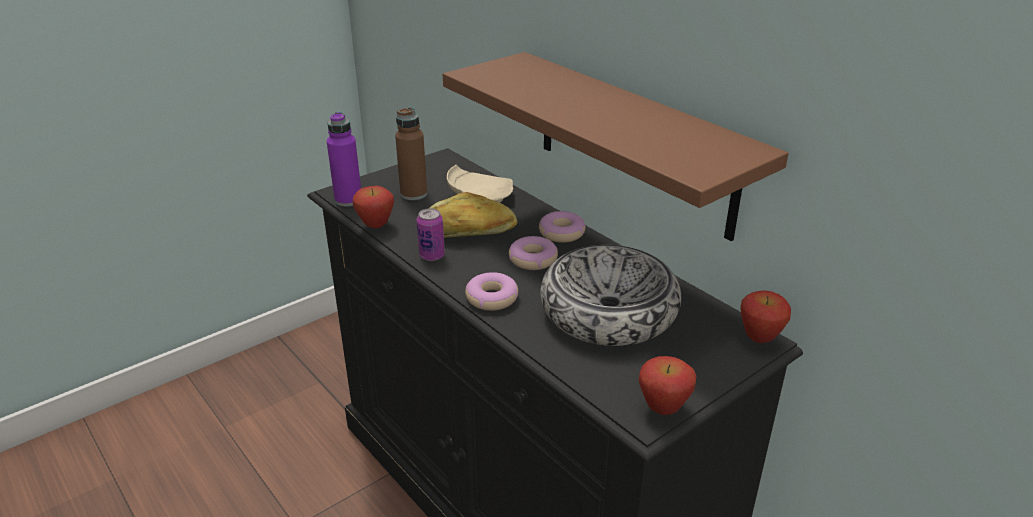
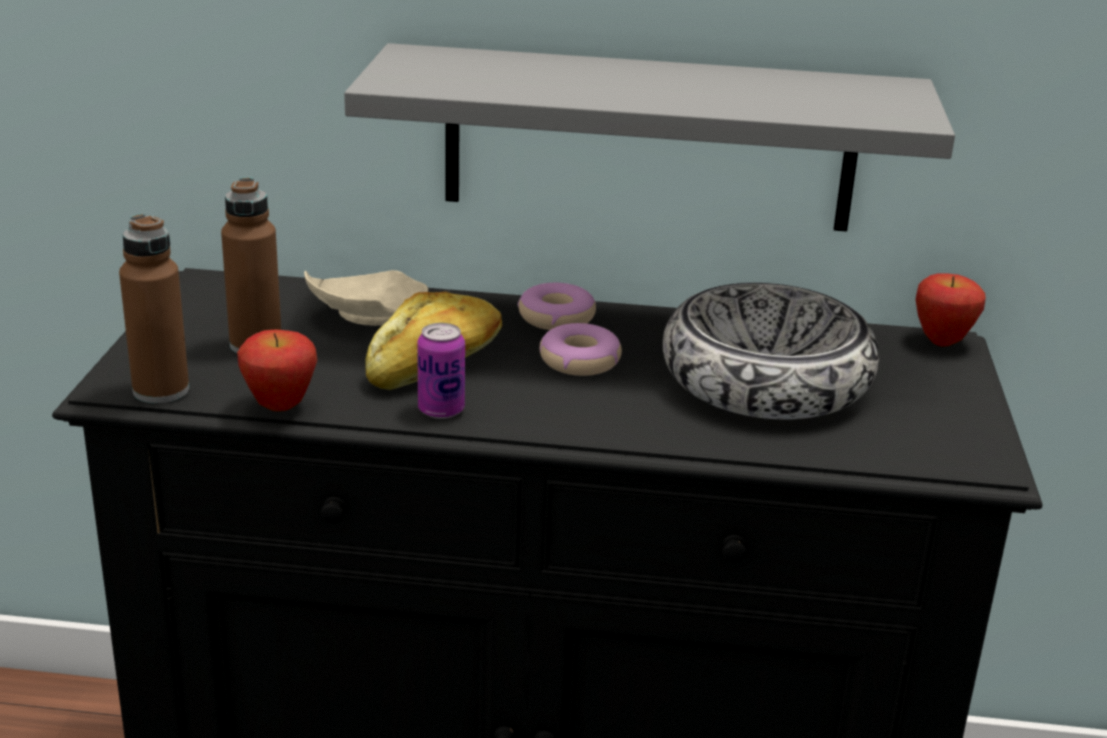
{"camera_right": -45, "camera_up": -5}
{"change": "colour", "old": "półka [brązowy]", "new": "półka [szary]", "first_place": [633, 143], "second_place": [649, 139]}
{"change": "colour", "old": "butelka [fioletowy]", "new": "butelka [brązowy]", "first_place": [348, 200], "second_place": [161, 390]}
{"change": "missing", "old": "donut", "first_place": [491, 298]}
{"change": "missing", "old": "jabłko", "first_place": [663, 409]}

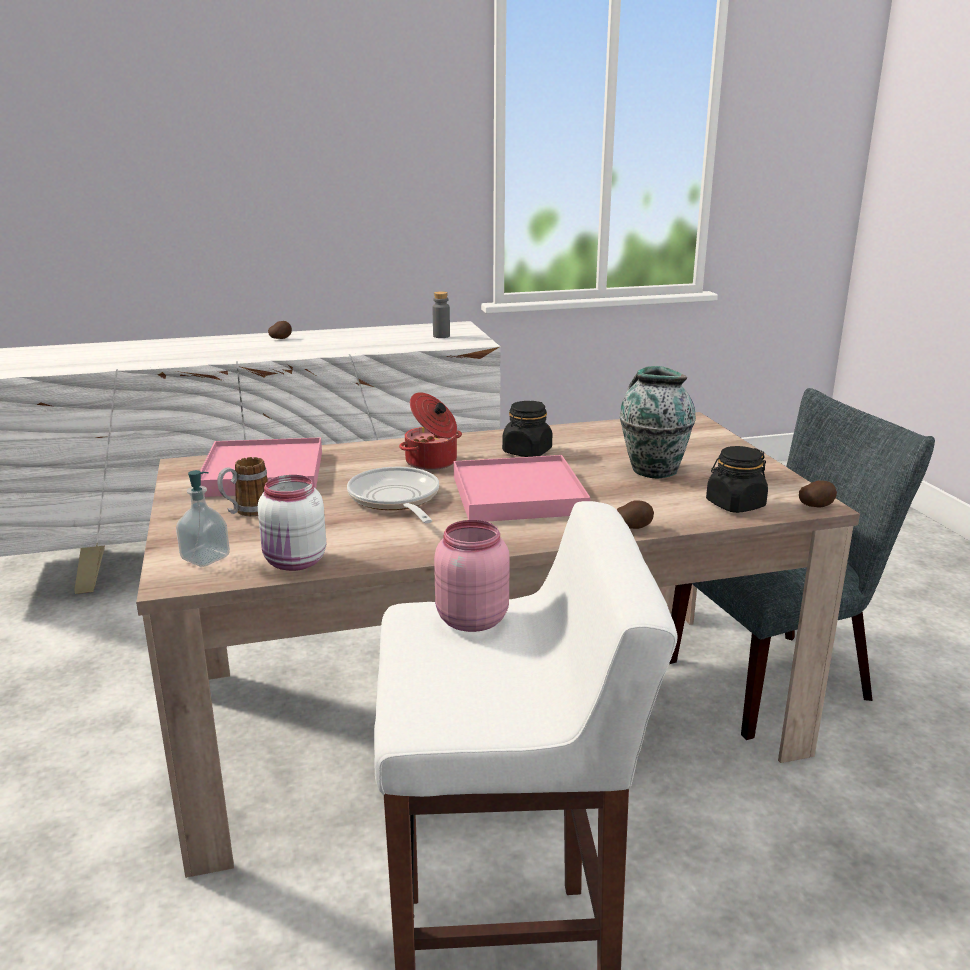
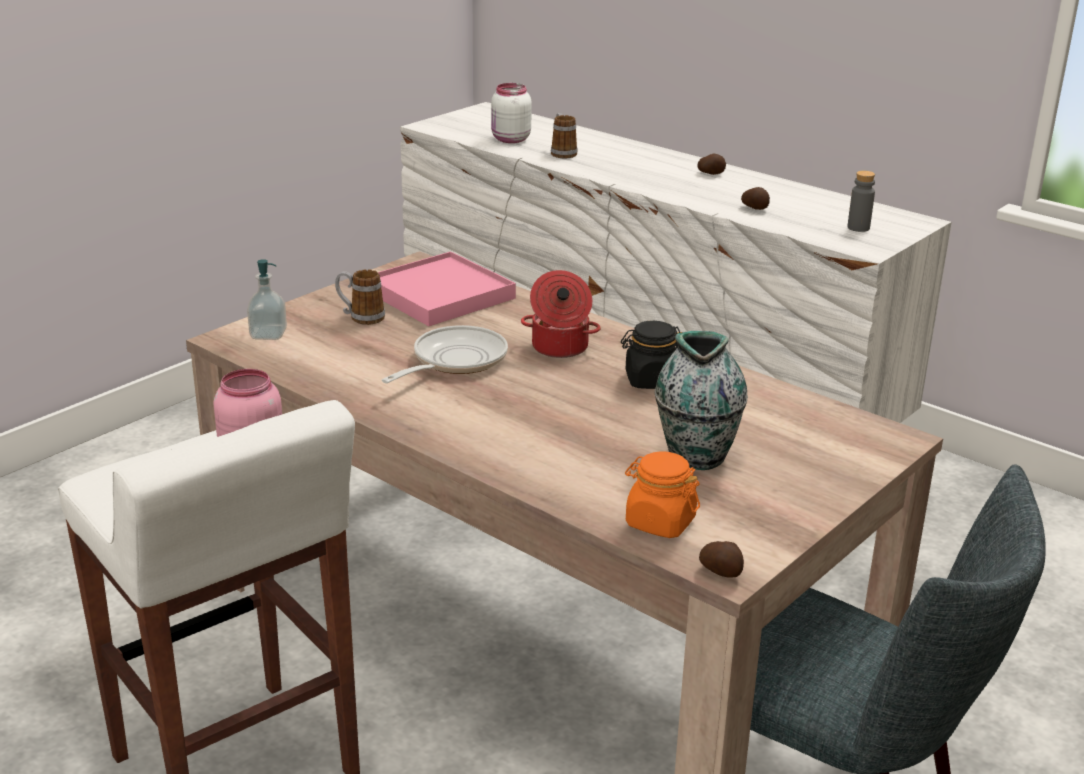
{"camera_right": 55, "camera_up": 5}
{"change": "colour", "old": "słoik [czarny]", "new": "słoik [pomarańczowy]", "first_place": [735, 505], "second_place": [659, 522]}
{"change": "missing", "old": "taca [różowy]", "first_place": [518, 495]}
{"change": "relocated", "old": "słoik [biały]", "first_place": [295, 562], "second_place": [510, 139]}
{"change": "relocated", "old": "ziemniak", "first_place": [633, 527], "second_place": [755, 208]}
{"change": "appeared", "new": "kubek", "second_place": [562, 153]}

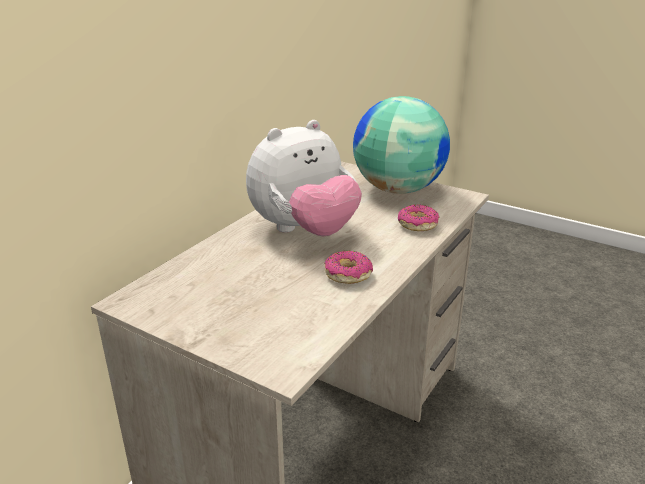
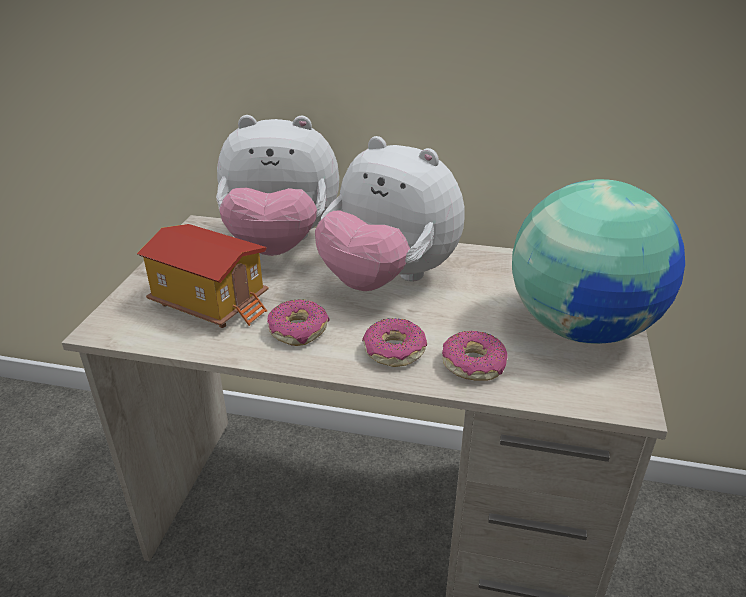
{"camera_right": 70, "camera_up": 5}
{"change": "appeared", "new": "pluszak", "second_place": [280, 244]}
{"change": "appeared", "new": "domek", "second_place": [212, 302]}
{"change": "appeared", "new": "donut", "second_place": [394, 351]}

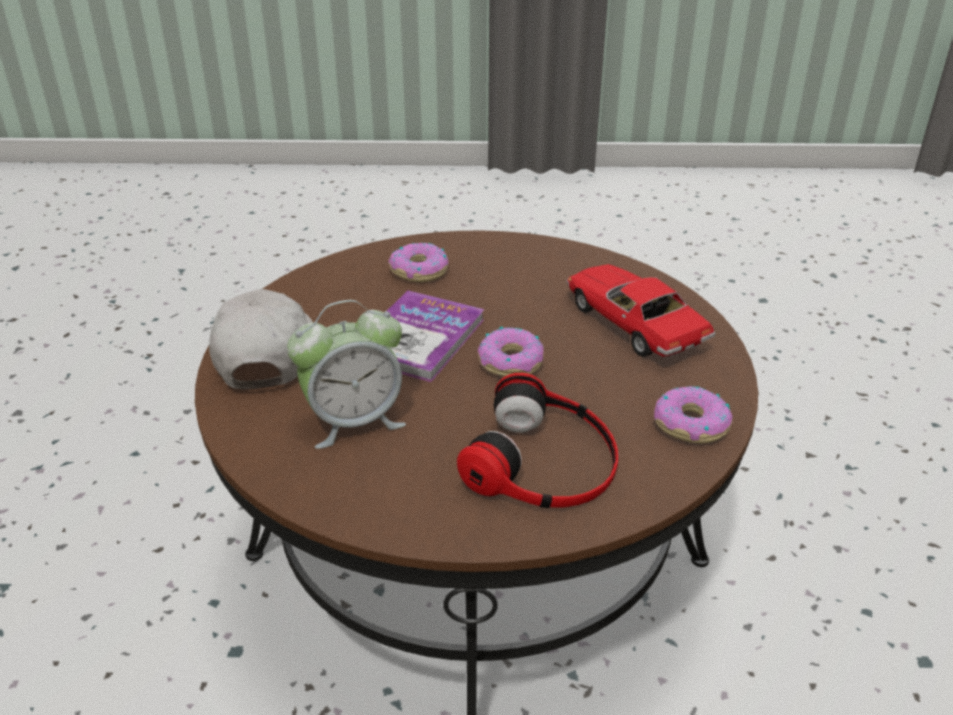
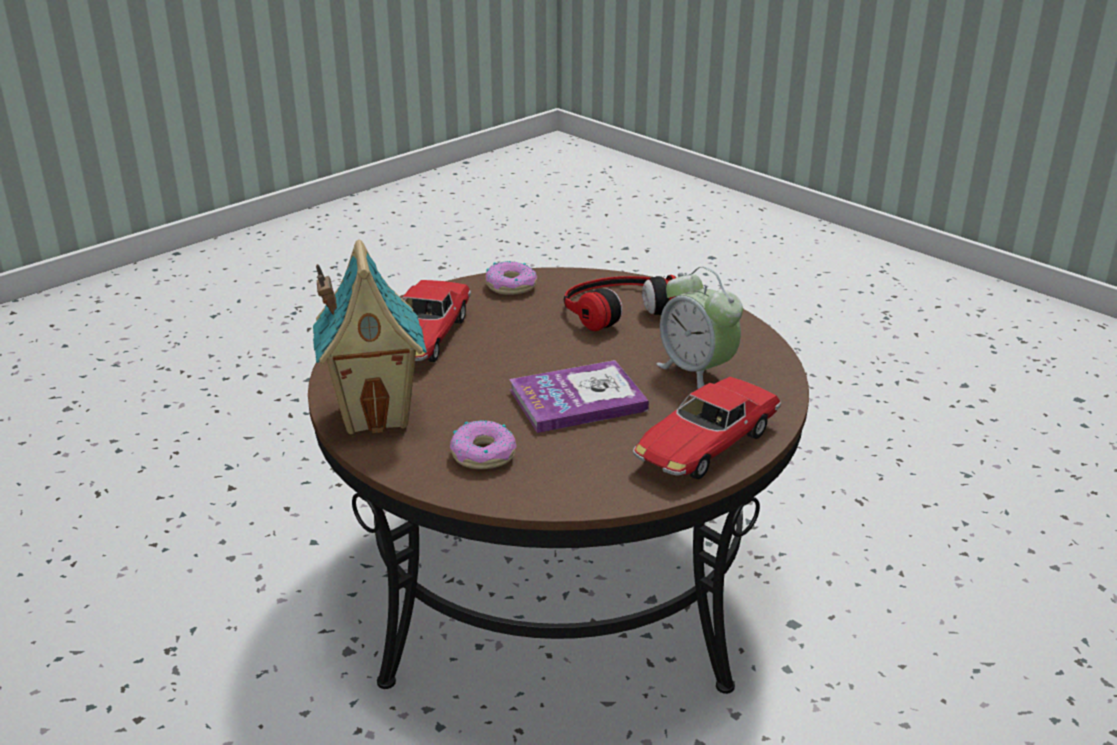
{"camera_right": -135, "camera_up": -5}
{"change": "exchanged", "old": "czapka z daszkiem [biały]", "new": "samochodzik", "first_place": [266, 353], "second_place": [705, 445]}
{"change": "spun", "old": "budzik", "first_place": [354, 421], "second_place": [696, 372], "degrees": -150}
{"change": "missing", "old": "donut", "first_place": [511, 361]}
{"change": "appeared", "new": "domek", "second_place": [376, 414]}

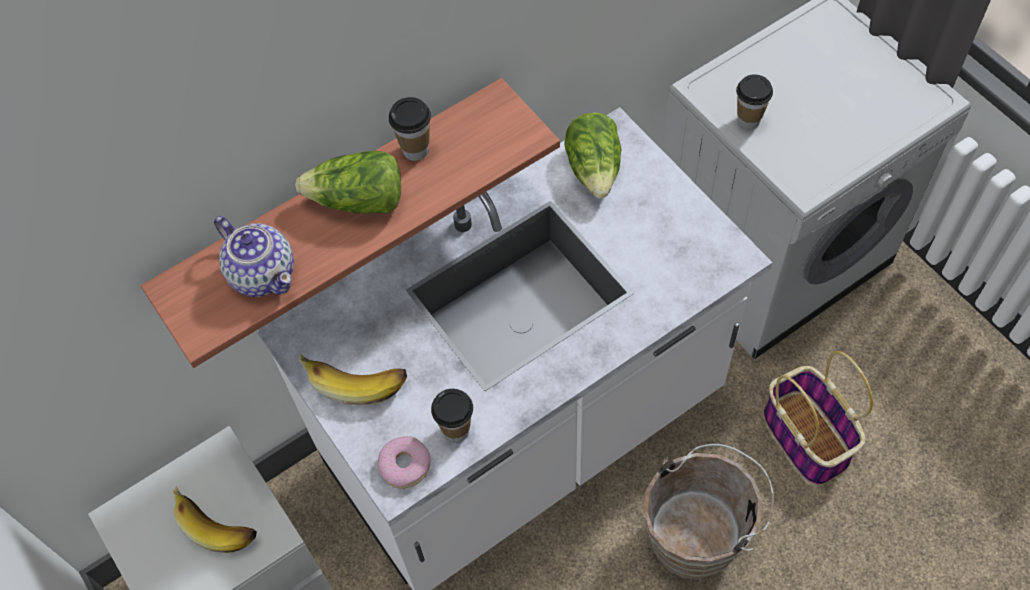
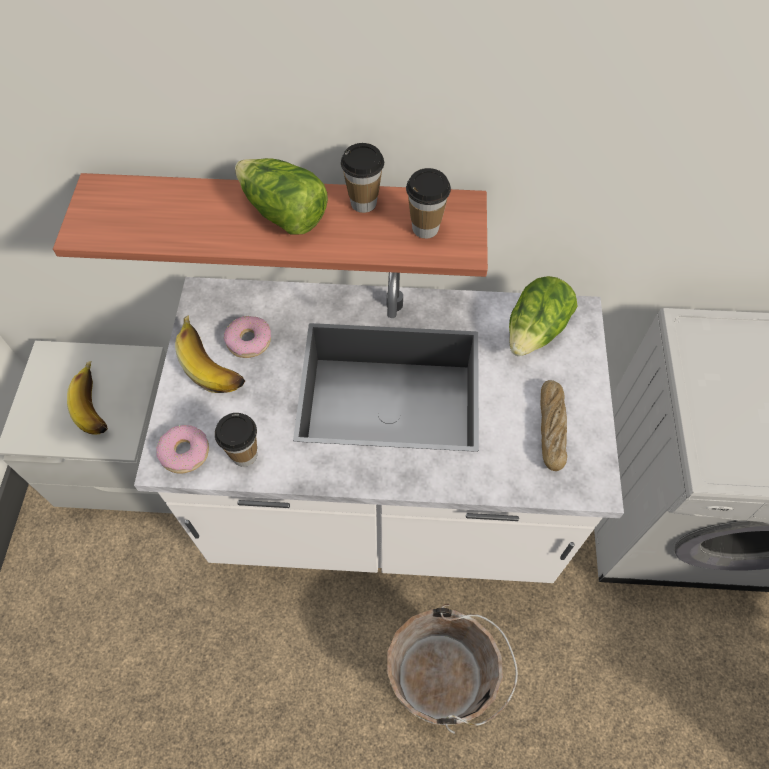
{"camera_right": 35, "camera_up": 0}
{"change": "relocated", "old": "filiżanka", "first_place": [748, 120], "second_place": [425, 228]}
{"change": "missing", "old": "imbryk", "first_place": [262, 273]}
{"change": "missing", "old": "koszyk", "first_place": [807, 439]}
{"change": "appeared", "new": "donut", "second_place": [249, 341]}
{"change": "appeared", "new": "chleb", "second_place": [551, 428]}

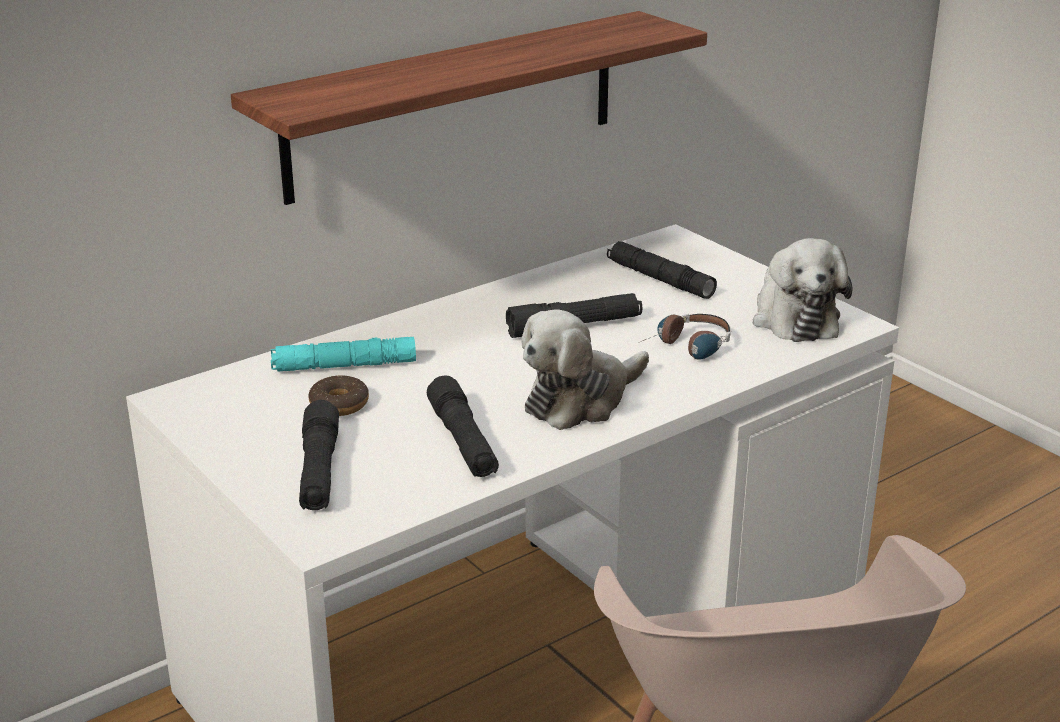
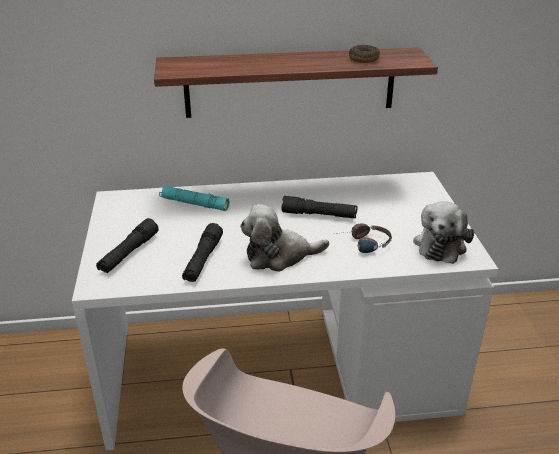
{"camera_right": 30, "camera_up": 5}
{"change": "missing", "old": "latarka [czarny]", "first_place": [660, 279]}
{"change": "relocated", "old": "donut", "first_place": [339, 404], "second_place": [363, 58]}

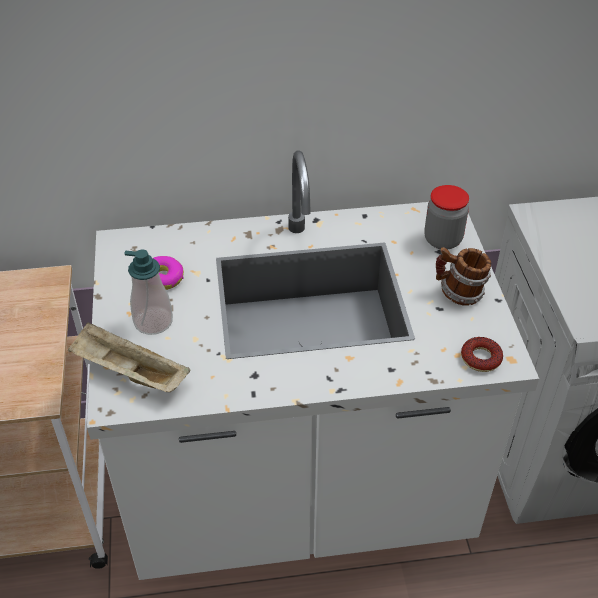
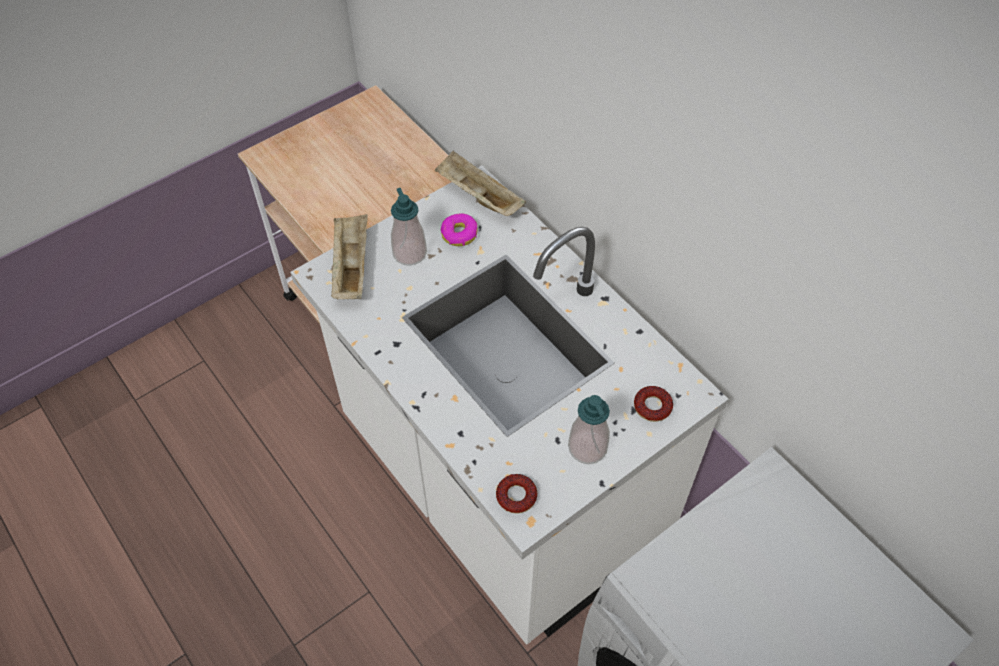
{"camera_right": 60, "camera_up": 10}
{"change": "exchanged", "old": "słoik", "new": "donut", "first_place": [442, 240], "second_place": [652, 406]}
{"change": "exchanged", "old": "kubek", "new": "dozownik mydła", "first_place": [458, 293], "second_place": [587, 447]}
{"change": "appeared", "new": "taca [beżowy]", "second_place": [478, 196]}

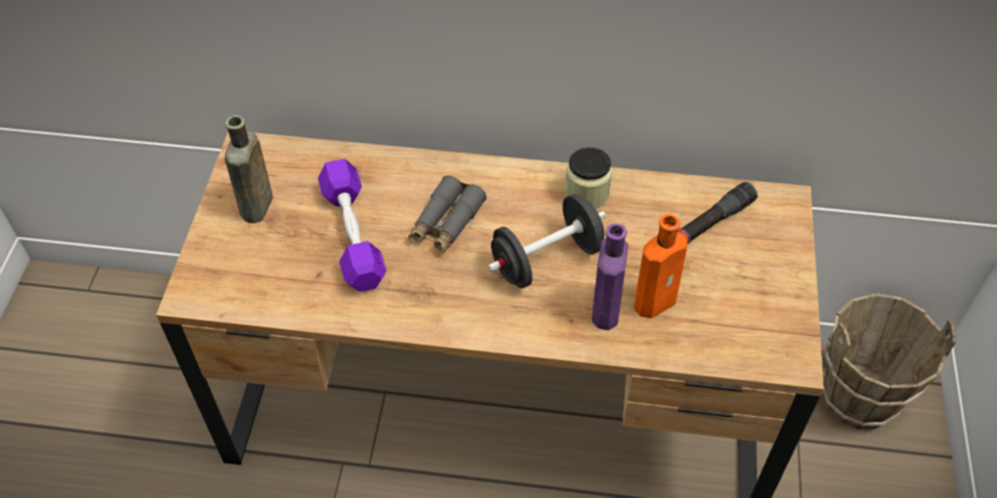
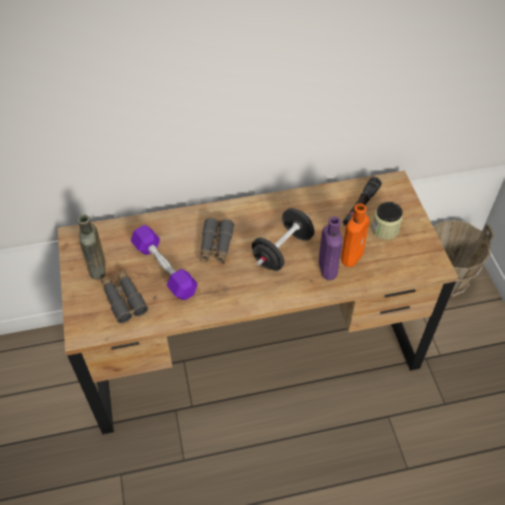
{"camera_right": -20, "camera_up": 0}
{"change": "relocated", "old": "słoik", "first_place": [586, 193], "second_place": [385, 229]}
{"change": "appeared", "new": "lornetka [szary]", "second_place": [124, 299]}

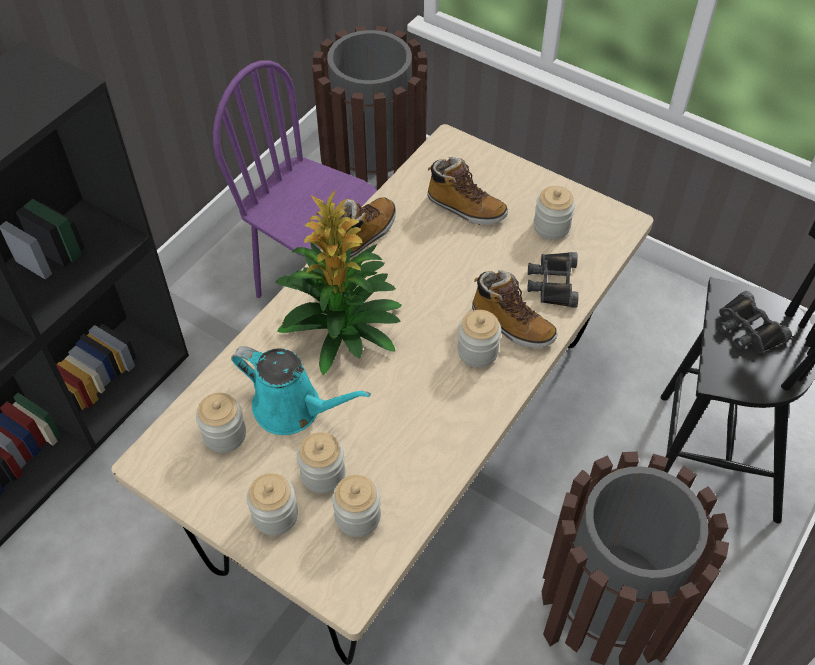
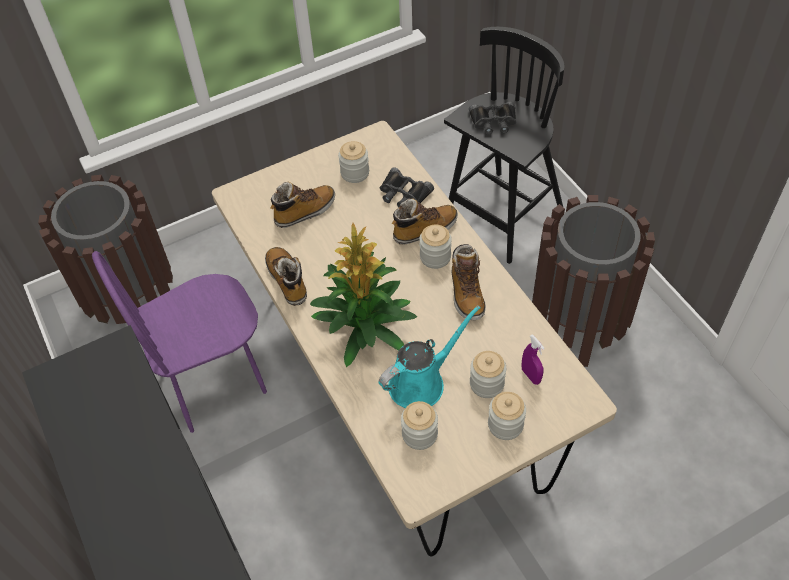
{"camera_right": -60, "camera_up": 0}
{"change": "exchanged", "old": "słoik", "new": "spryskiwacz [fioletowy]", "first_place": [357, 516], "second_place": [531, 376]}
{"change": "appeared", "new": "but z cholewką", "second_place": [466, 294]}

